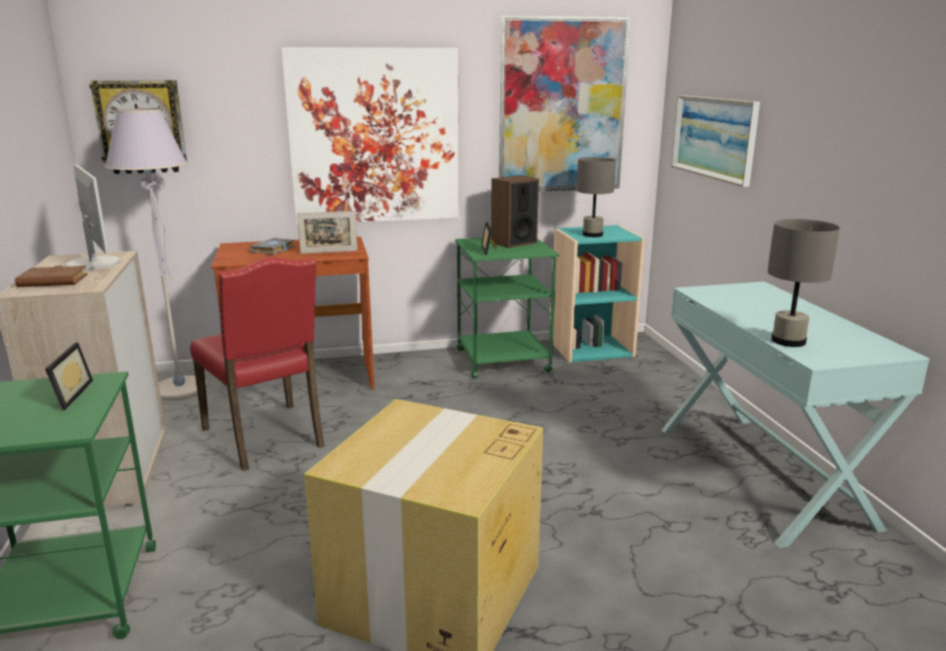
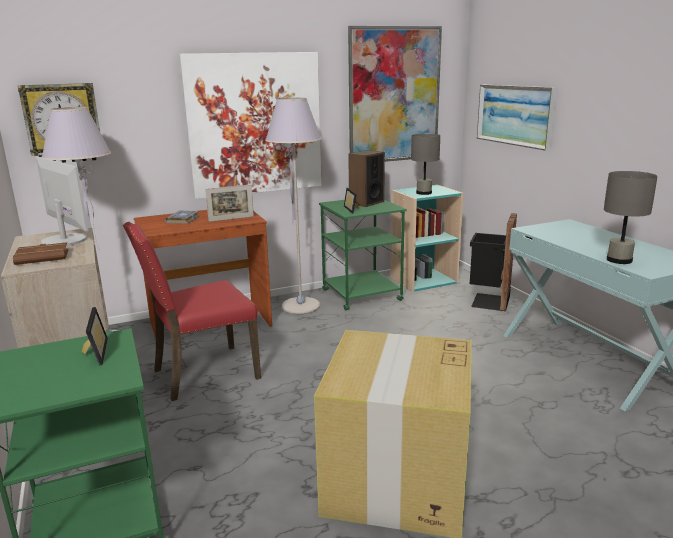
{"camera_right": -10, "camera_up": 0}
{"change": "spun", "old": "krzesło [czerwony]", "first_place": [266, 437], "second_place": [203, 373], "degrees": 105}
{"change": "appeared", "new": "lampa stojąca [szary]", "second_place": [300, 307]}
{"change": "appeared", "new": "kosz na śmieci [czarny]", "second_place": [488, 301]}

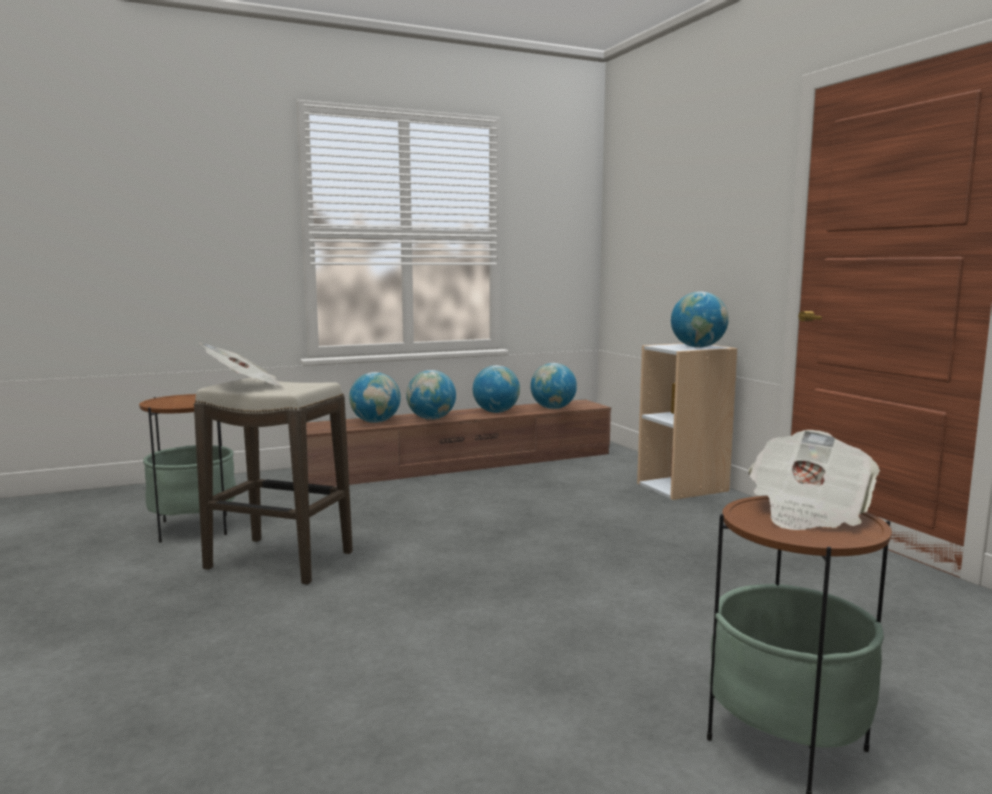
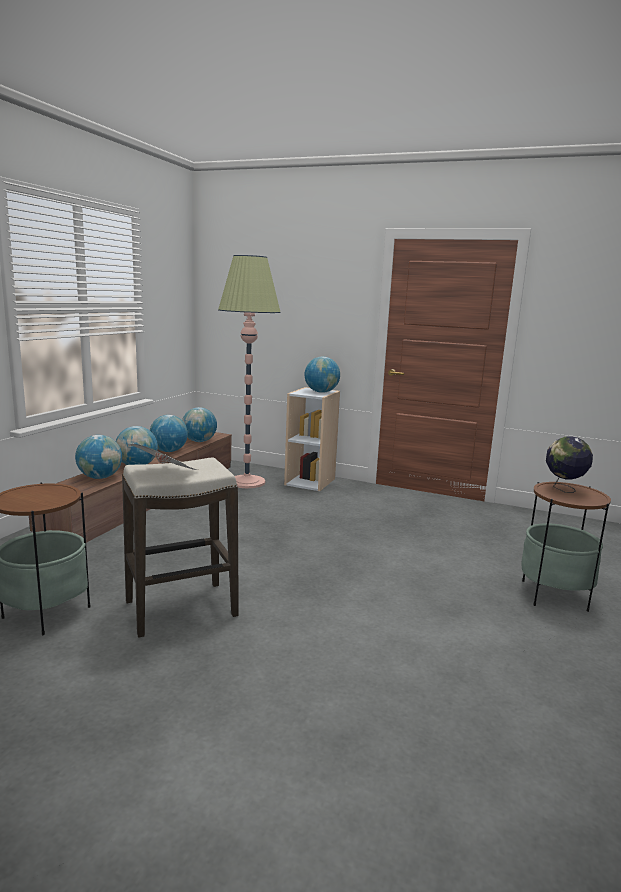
{"camera_right": -45, "camera_up": 5}
{"change": "exchanged", "old": "gazeta", "new": "globus", "first_place": [807, 512], "second_place": [563, 489]}
{"change": "appeared", "new": "lampa stojąca", "second_place": [246, 482]}

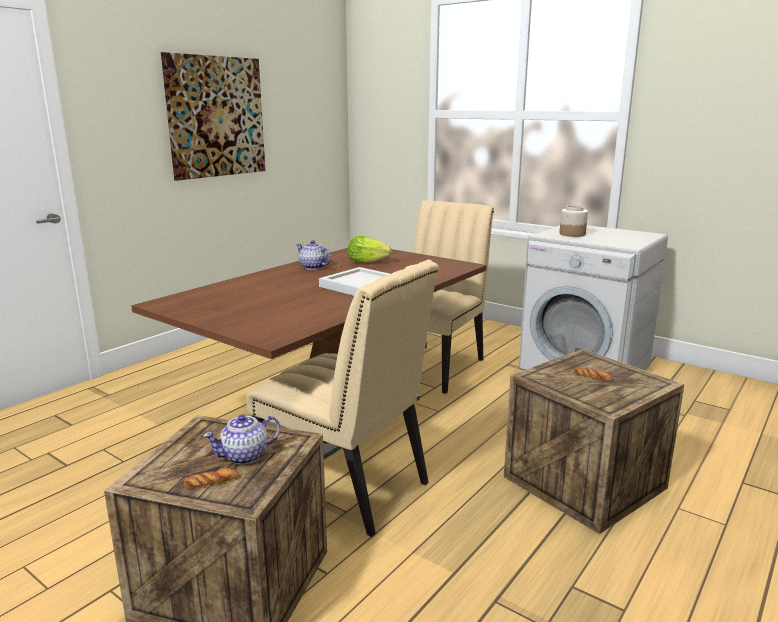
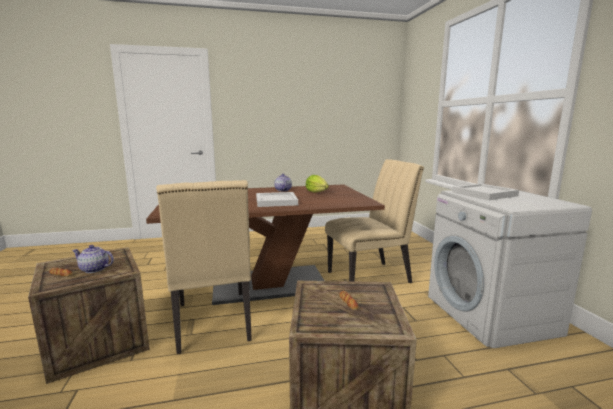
{"camera_right": 40, "camera_up": -5}
{"change": "missing", "old": "obraz", "first_place": [216, 117]}
{"change": "exchanged", "old": "słoik", "new": "taca [biały]", "first_place": [572, 234], "second_place": [483, 194]}

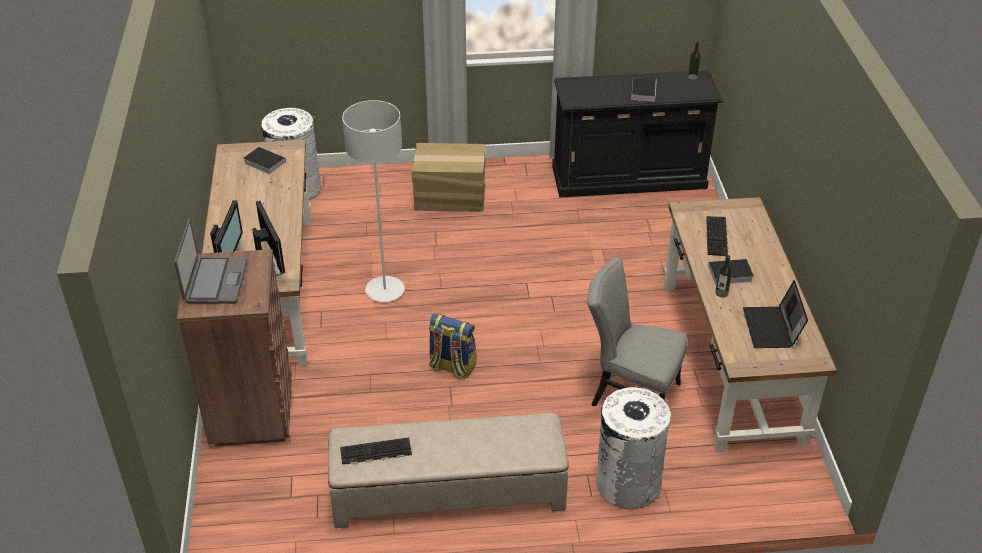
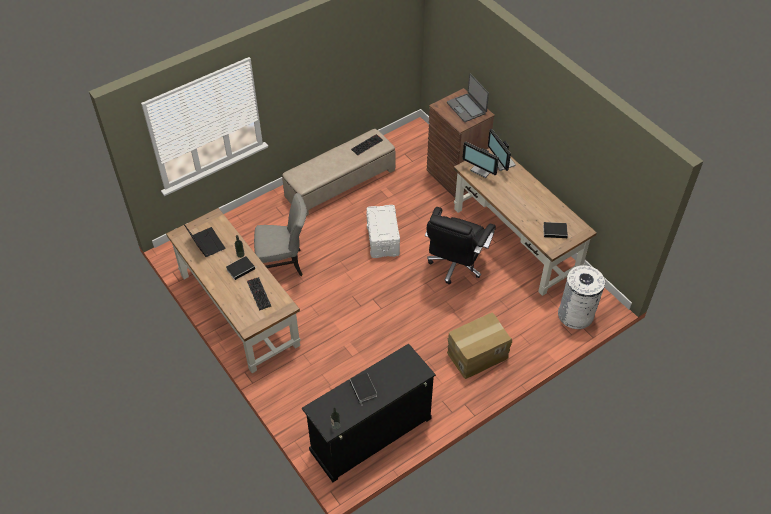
{"camera_right": 150, "camera_up": 10}
{"change": "exchanged", "old": "lampa stojąca [szary]", "new": "krzesło biurowe [czarny]", "first_place": [385, 290], "second_place": [454, 267]}
{"change": "exchanged", "old": "plecak", "new": "pojemnik do przechowywania [biały]", "first_place": [452, 366], "second_place": [383, 239]}
{"change": "missing", "old": "kosz na śmieci [biały]", "first_place": [628, 483]}

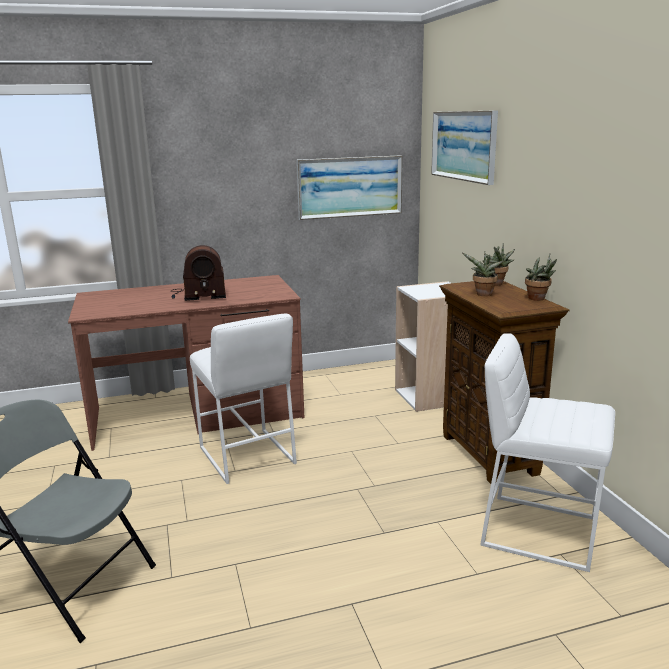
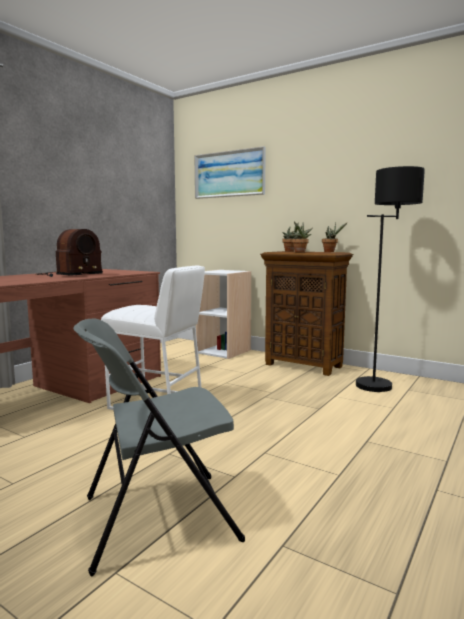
{"camera_right": -40, "camera_up": -10}
{"change": "missing", "old": "obraz", "first_place": [350, 187]}
{"change": "exchanged", "old": "stołek [biały]", "new": "lampa stojąca [czarny]", "first_place": [537, 530], "second_place": [383, 385]}

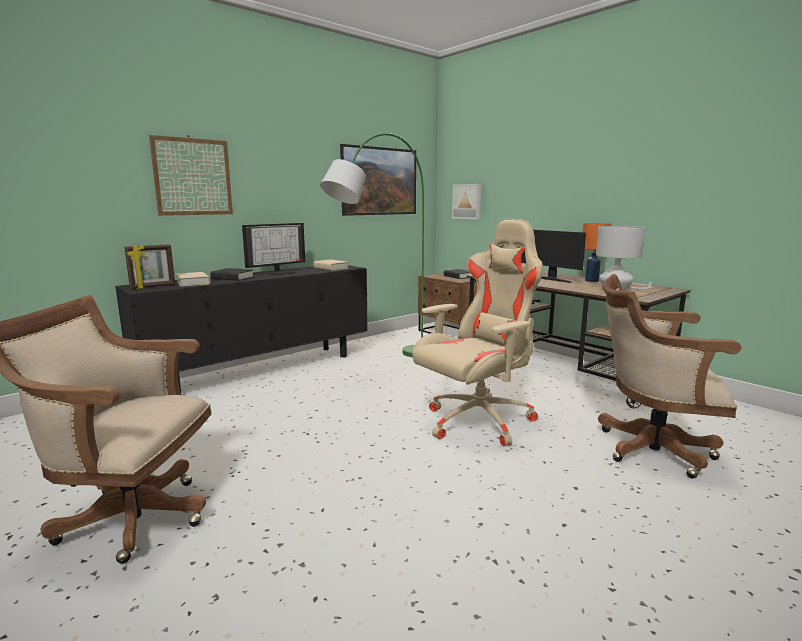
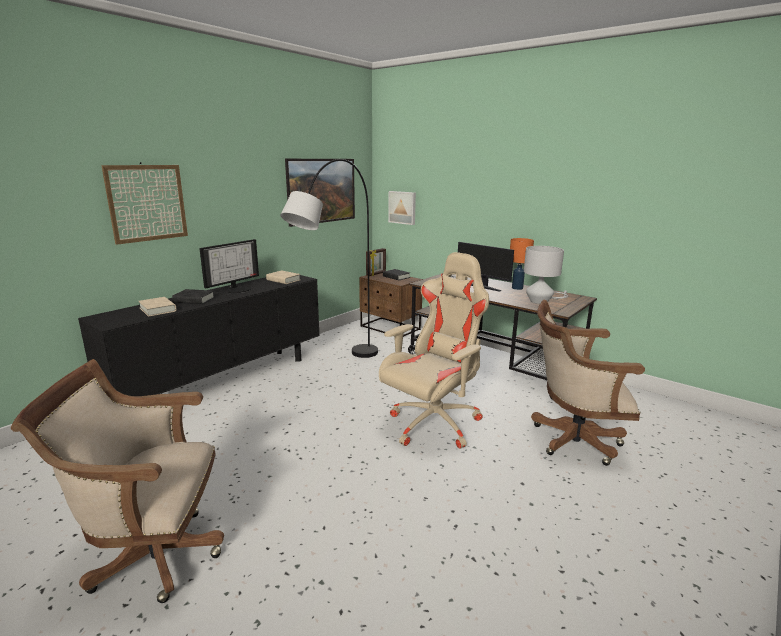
{"camera_right": -10, "camera_up": 5}
{"change": "colour", "old": "lampa stojąca [zielony]", "new": "lampa stojąca [czarny]", "first_place": [382, 367], "second_place": [337, 371]}
{"change": "relocated", "old": "ramka na zdjęcie", "first_place": [153, 287], "second_place": [376, 274]}

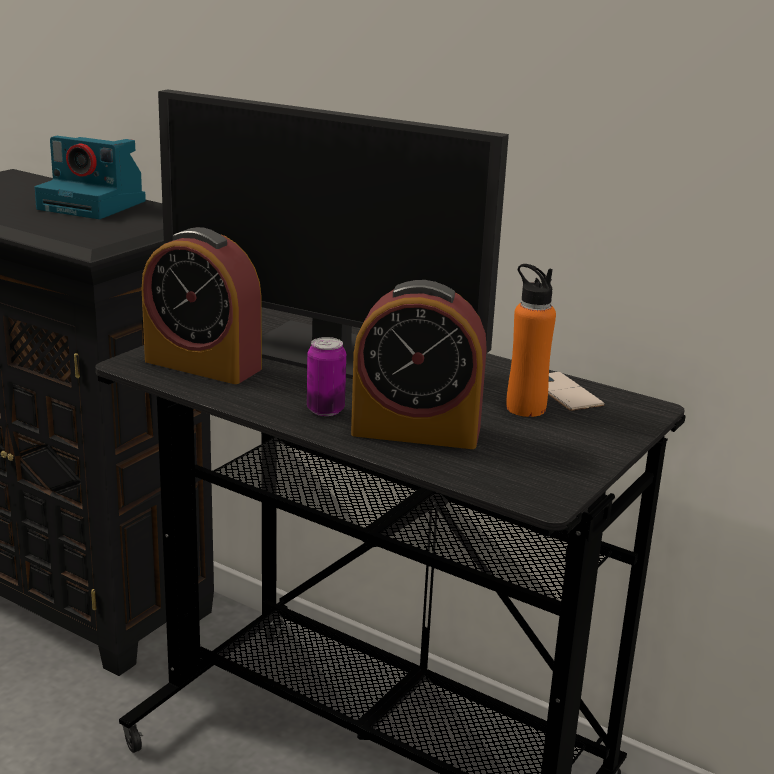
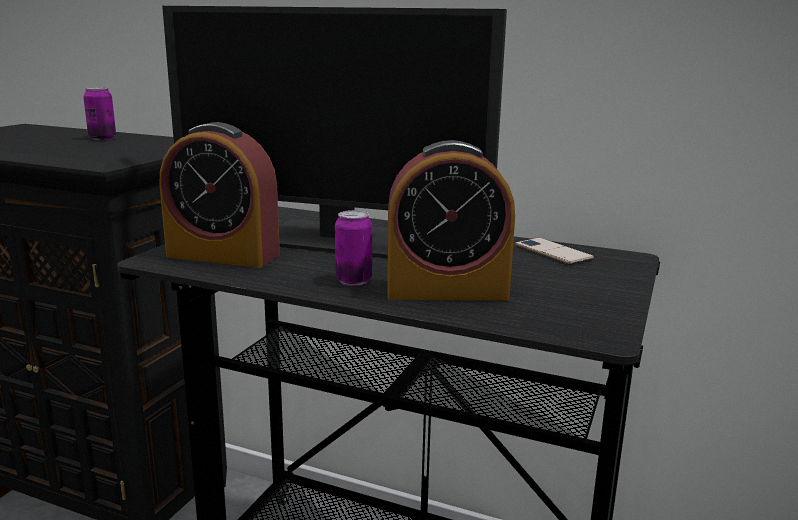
{"camera_right": -10, "camera_up": -5}
{"change": "exchanged", "old": "aparat fotograficzny", "new": "puszka", "first_place": [94, 205], "second_place": [102, 138]}
{"change": "missing", "old": "butelka [pomarańczowy]", "first_place": [525, 408]}

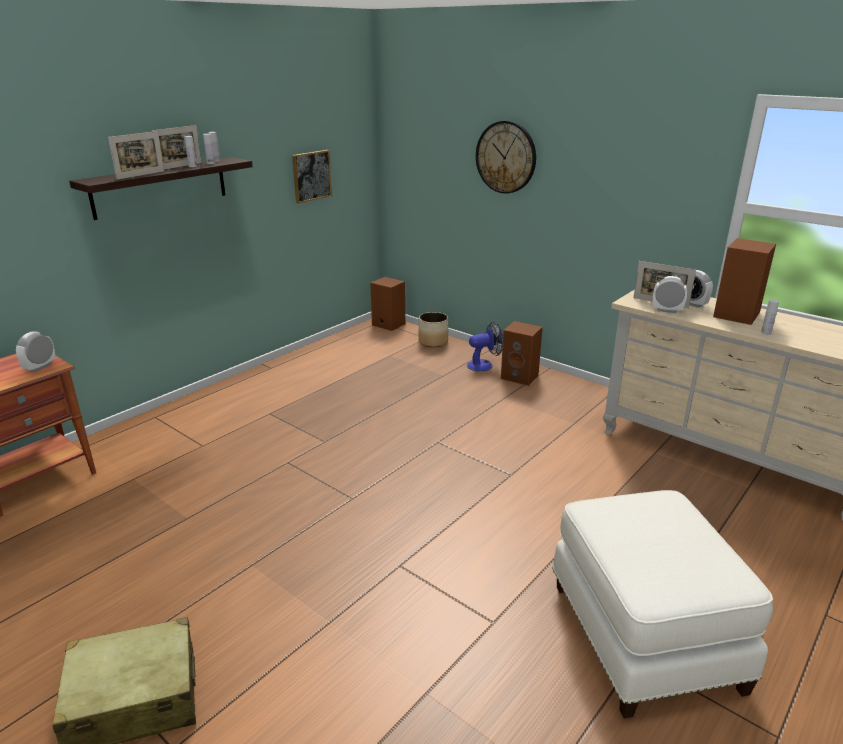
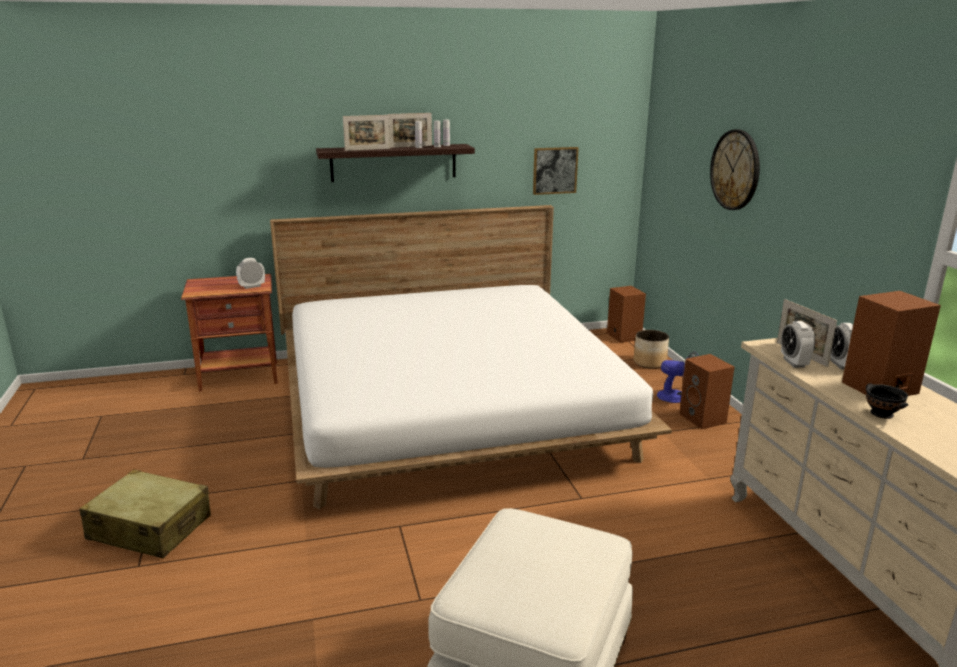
{"camera_right": 35, "camera_up": -5}
{"change": "spun", "old": "budzik", "first_place": [667, 310], "second_place": [794, 363], "degrees": -150}
{"change": "exchanged", "old": "butelka [biały]", "new": "miska [czarny]", "first_place": [766, 333], "second_place": [881, 413]}
{"change": "appeared", "new": "łóżko [biały]", "second_place": [450, 408]}

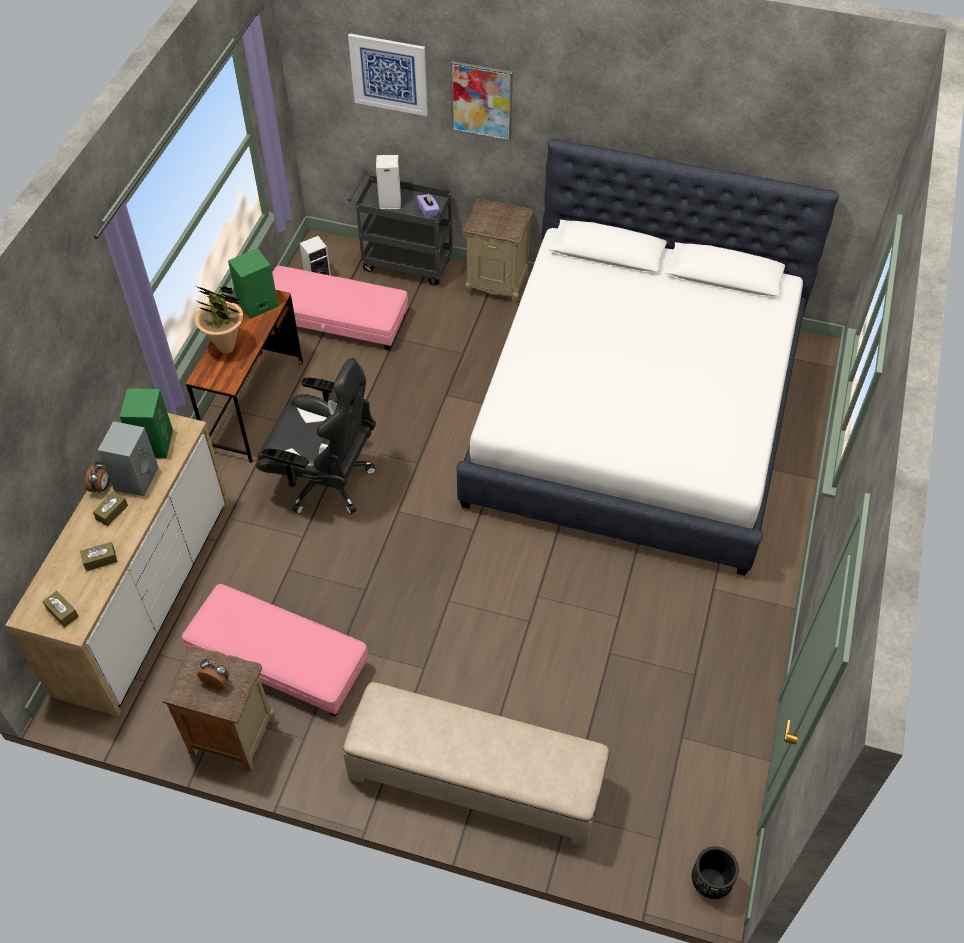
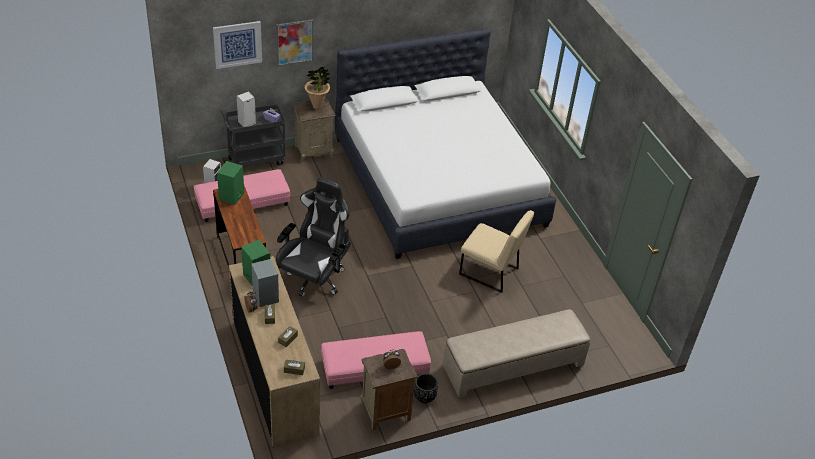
{"camera_right": -40, "camera_up": -10}
{"change": "relocated", "old": "roślina doniczkowa", "first_place": [227, 348], "second_place": [317, 106]}
{"change": "spun", "old": "krzesło biurowe [czarny]", "first_place": [322, 480], "second_place": [314, 280], "degrees": -45}
{"change": "relocated", "old": "donica [czarny]", "first_place": [710, 882], "second_place": [424, 397]}
{"change": "appeared", "new": "krzesło [beżowy]", "second_place": [490, 272]}

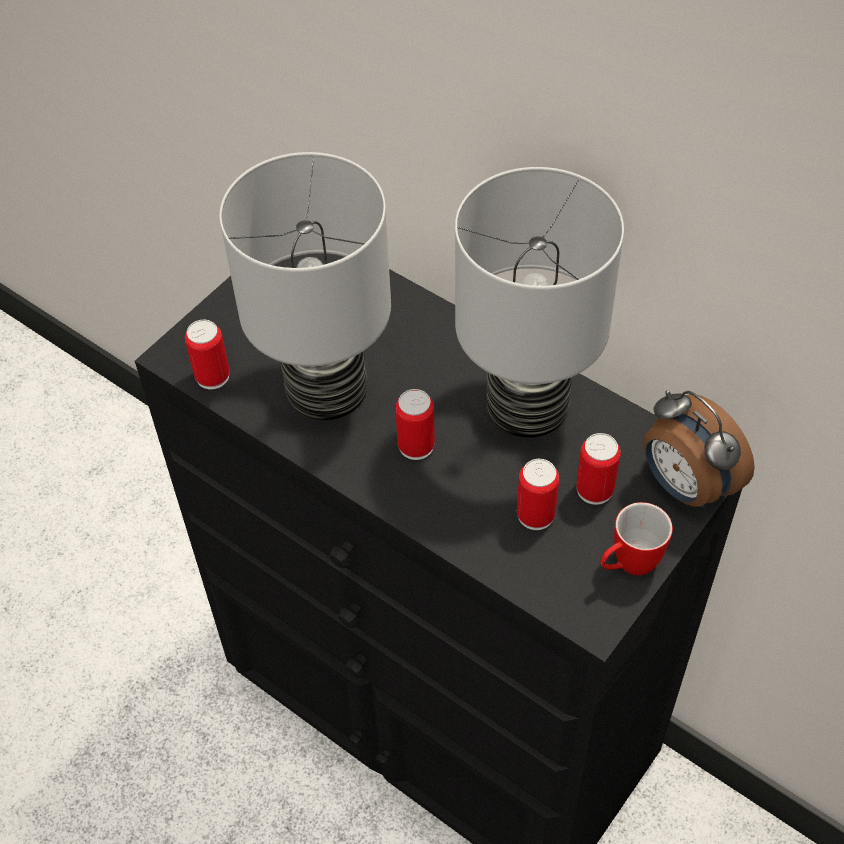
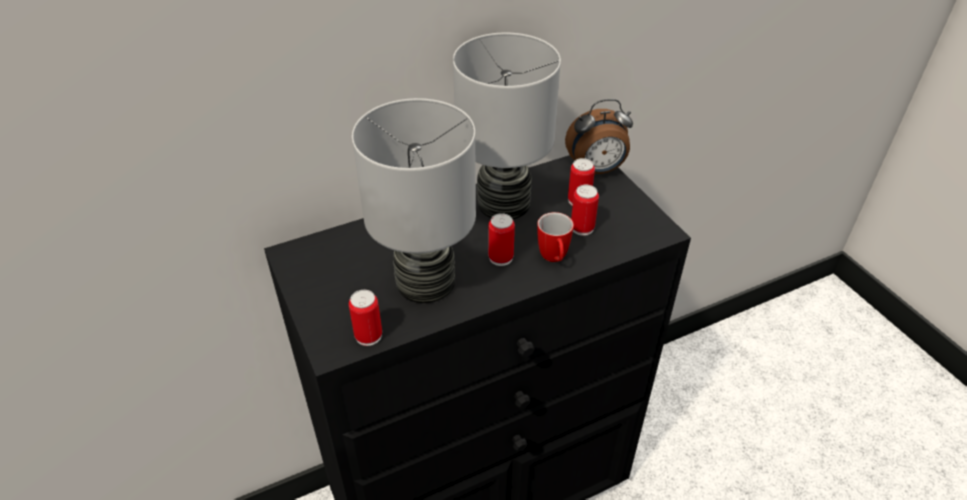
{"camera_right": -65, "camera_up": -10}
{"change": "relocated", "old": "kubek", "first_place": [627, 566], "second_place": [554, 259]}

